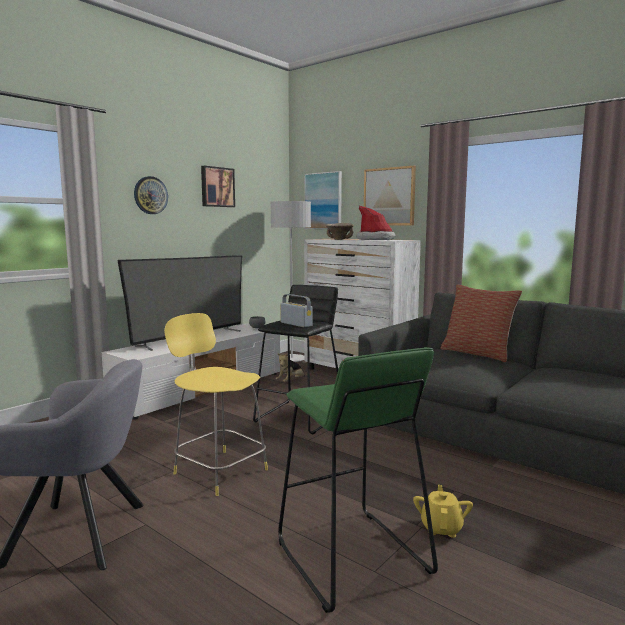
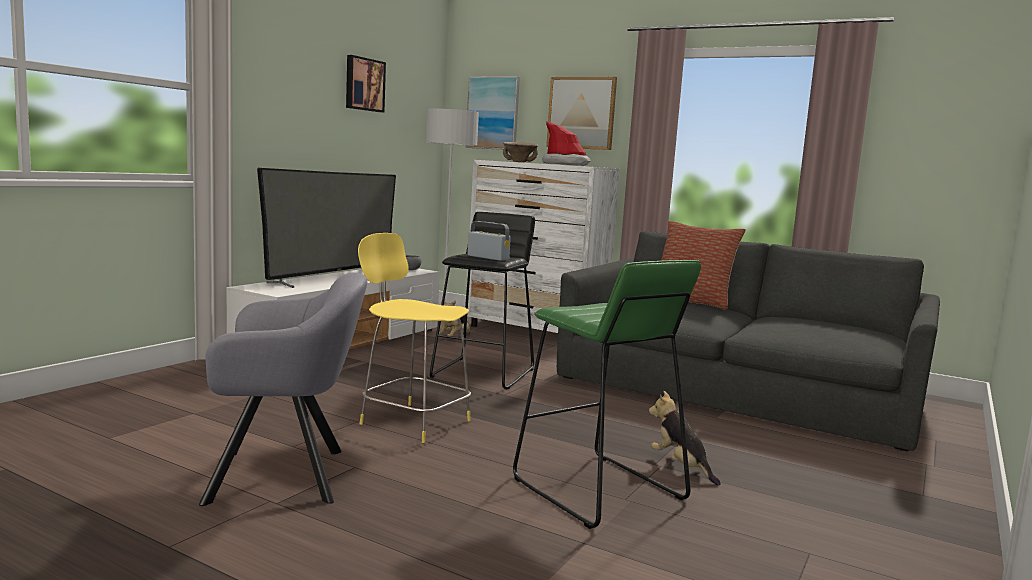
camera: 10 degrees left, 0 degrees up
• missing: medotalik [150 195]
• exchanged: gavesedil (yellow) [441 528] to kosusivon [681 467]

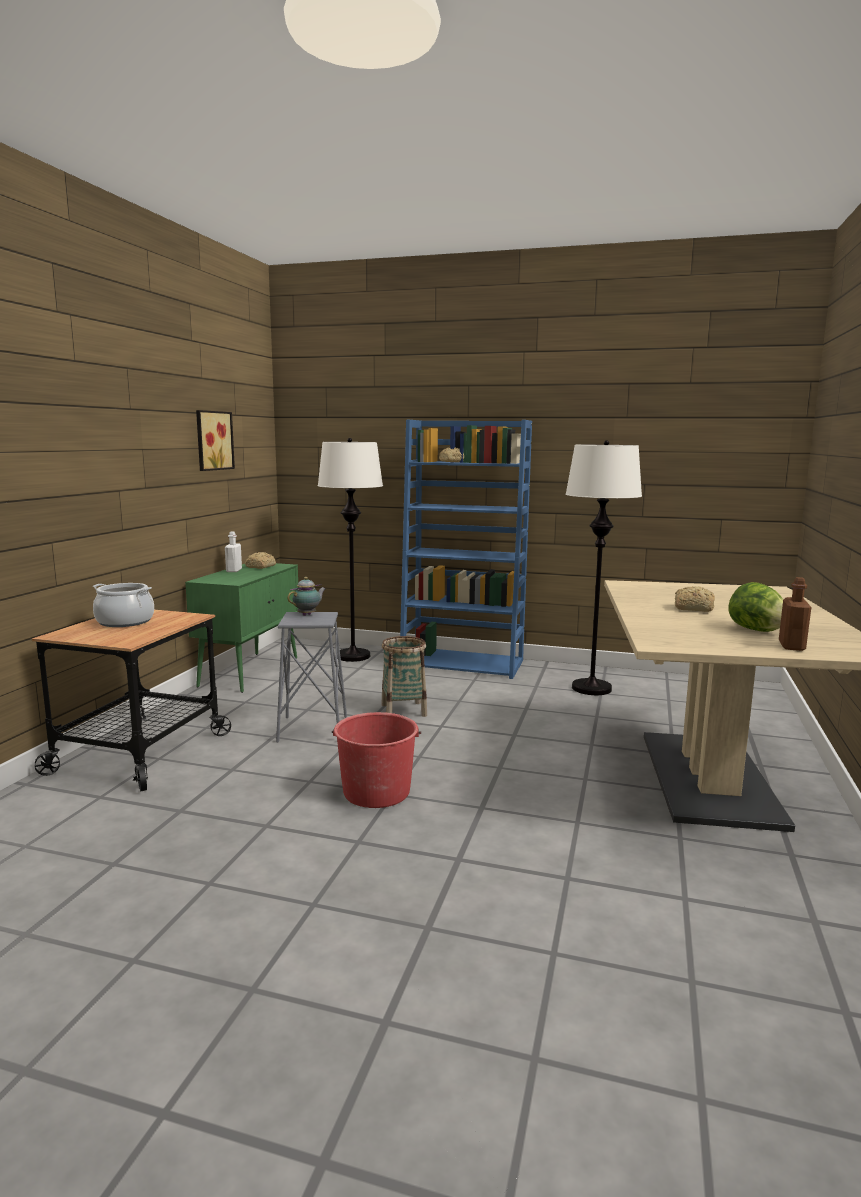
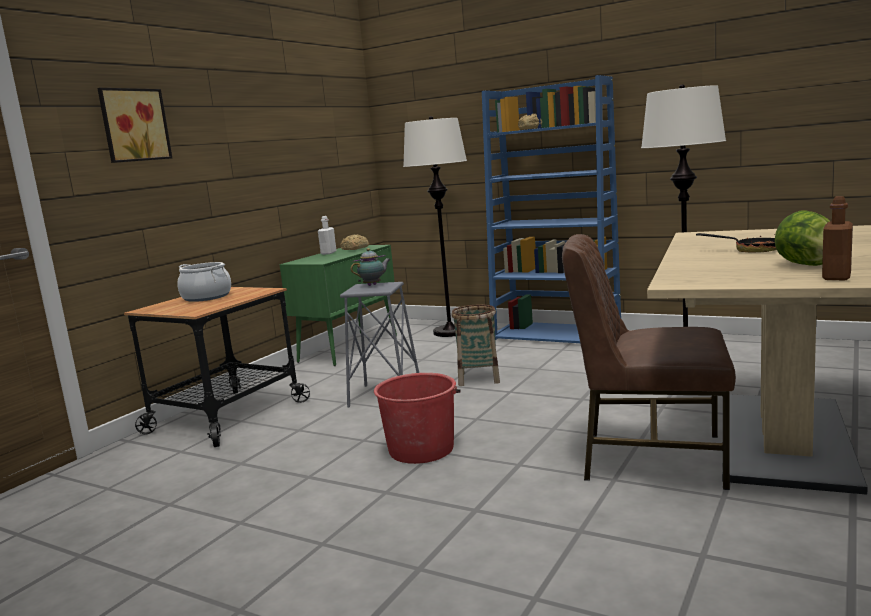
camera: 15 degrees right, 0 degrees up
• appeared: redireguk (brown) [650 458]
• relocated: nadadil [212 440] to [133 125]
• exchanged: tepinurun [692 608] to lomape [750 250]

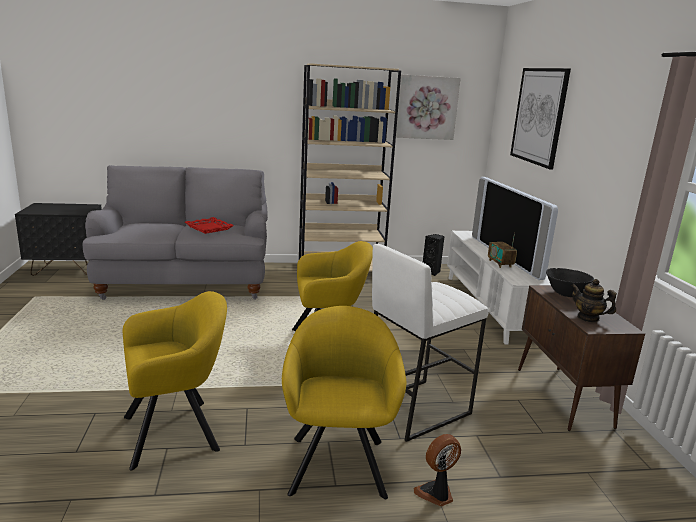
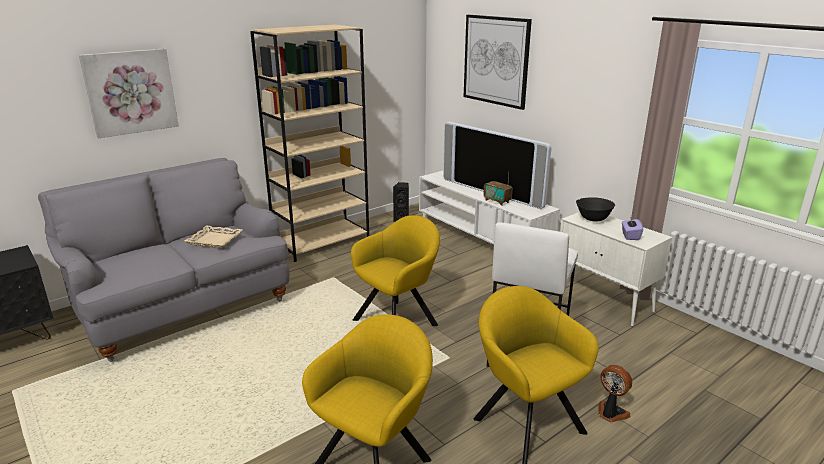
camera: 30 degrees left, 5 degrees up
• relocated: nadadil [426 107] to [130 92]
• exchanged: gavesedil [588 318] to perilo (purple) [630 236]
• colour: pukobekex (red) [209 228] to pukobekex (beige) [215 240]
• colour: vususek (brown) [563 398] to vususek (white) [604 301]
• spun: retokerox [436 494] = [610 413] 105 degrees clockwise

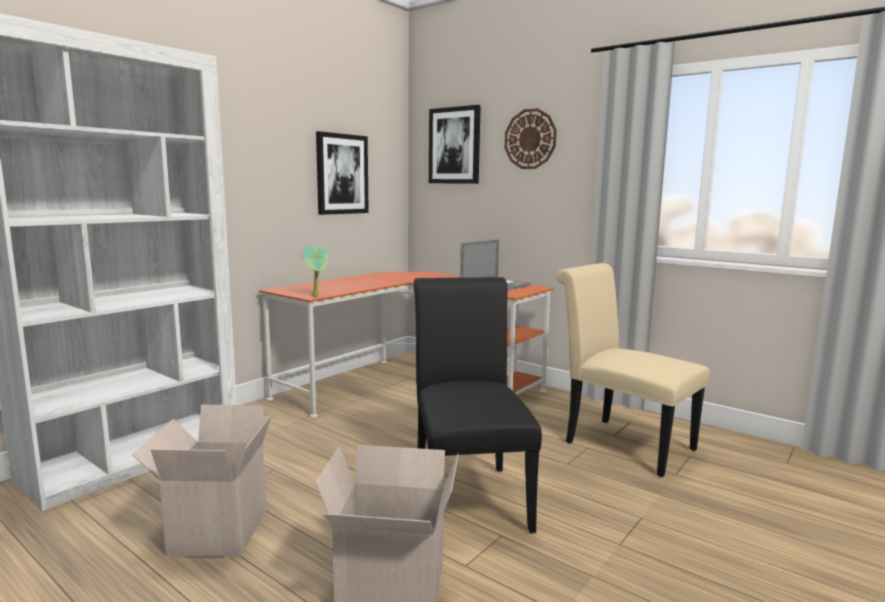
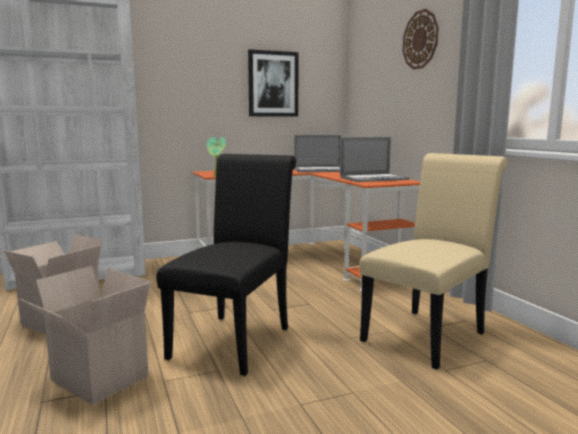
camera: 30 degrees right, 0 degrees up
• missing: nadadil [454 145]
• appeared: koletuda [320 170]
• spun: redireguk (beige) [621 443] = [428 334] 60 degrees clockwise

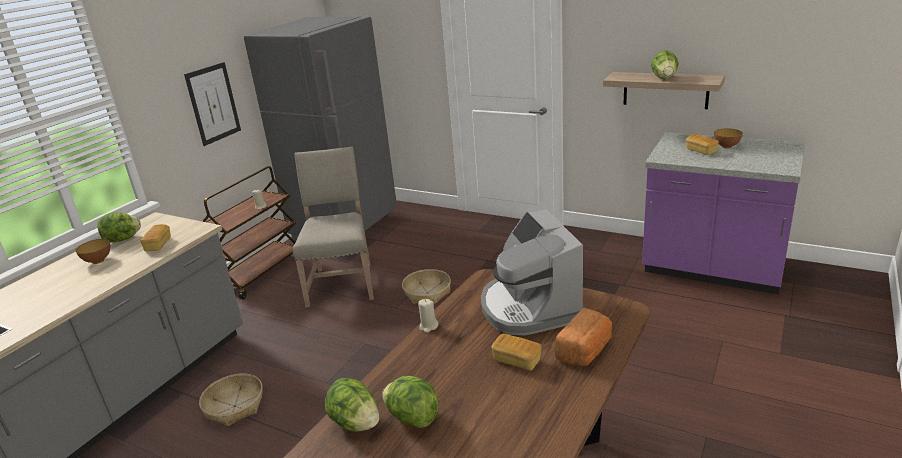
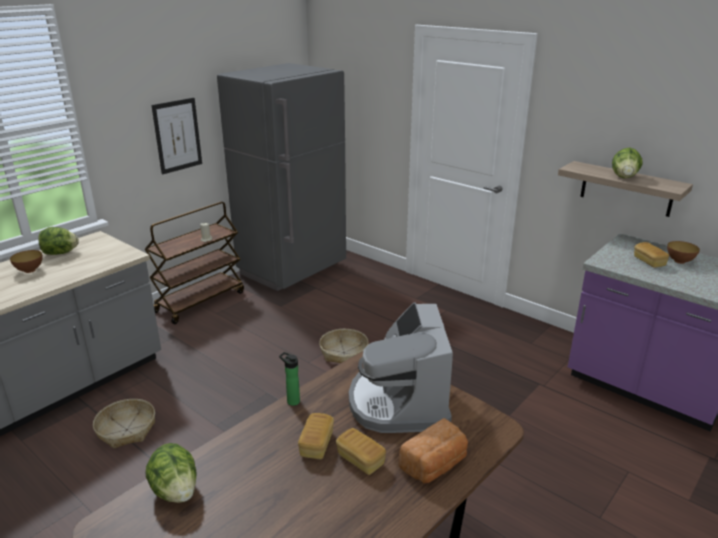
camera: 10 degrees right, 0 degrees up
• missing: redireguk (beige) [342 282]
• missing: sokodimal [412 418]
• relocated: tepinurun [158 245] to [316 444]
• exchanged: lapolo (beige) [428 326] to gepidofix [291 401]

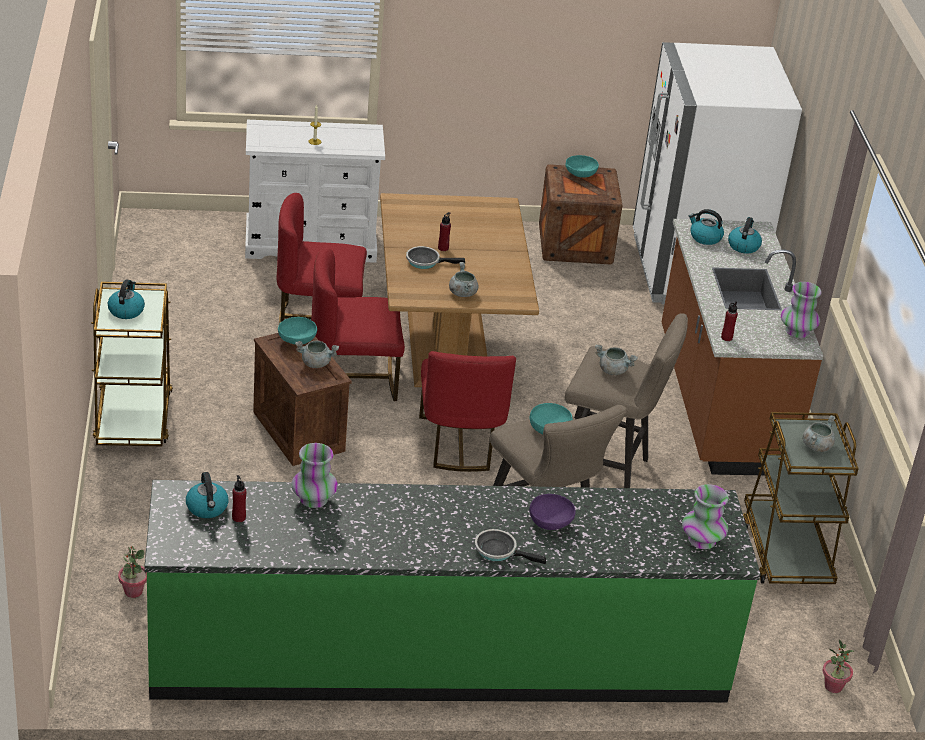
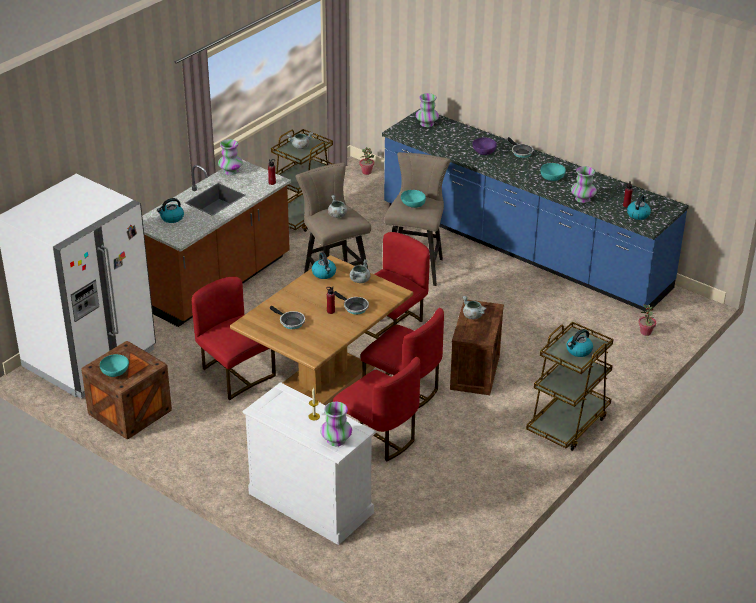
camera: 135 degrees left, 0 degrees up
• appeared: redireguk (red) [235 374]
• appeared: lomape [290 322]
• appeared: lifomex [336 440]
• relocated: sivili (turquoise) [297 341] to [552 178]
• relocated: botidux [705 237] to [324 274]
• colour: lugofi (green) [439 657] to lugofi (blue) [522 248]

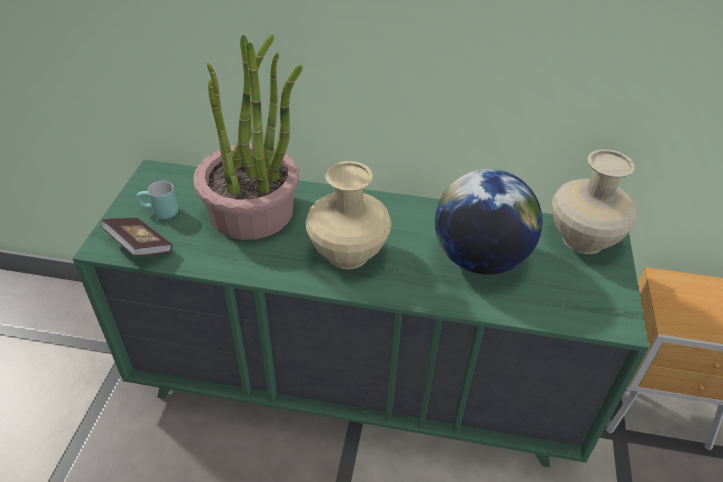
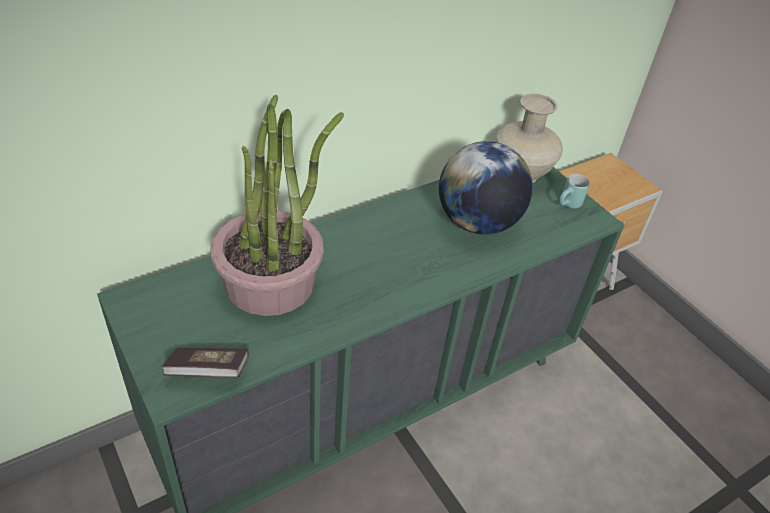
camera: 45 degrees left, 0 degrees up
• missing: lifomex (beige) [348 253]
• relocated: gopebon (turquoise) [160 213] to [569 205]

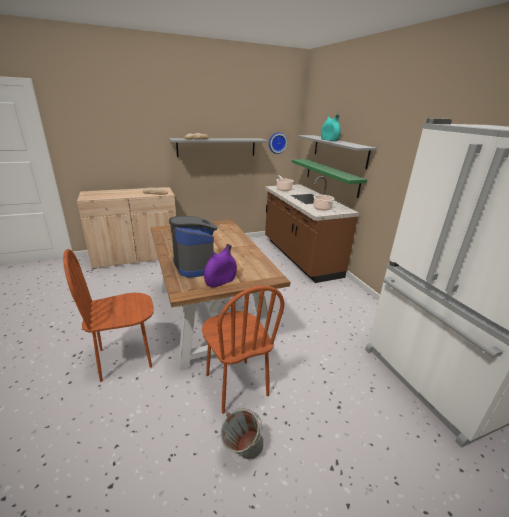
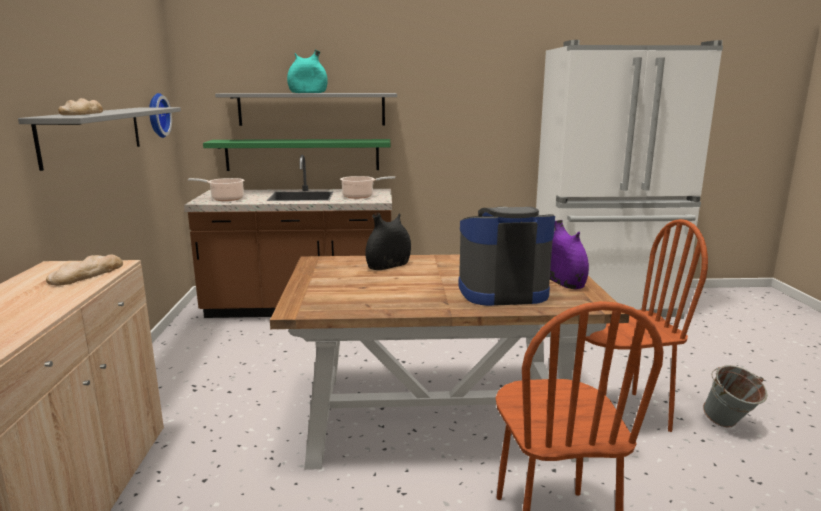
camera: 70 degrees left, 10 degrees down
• appeared: lifomex (black) [389 266]

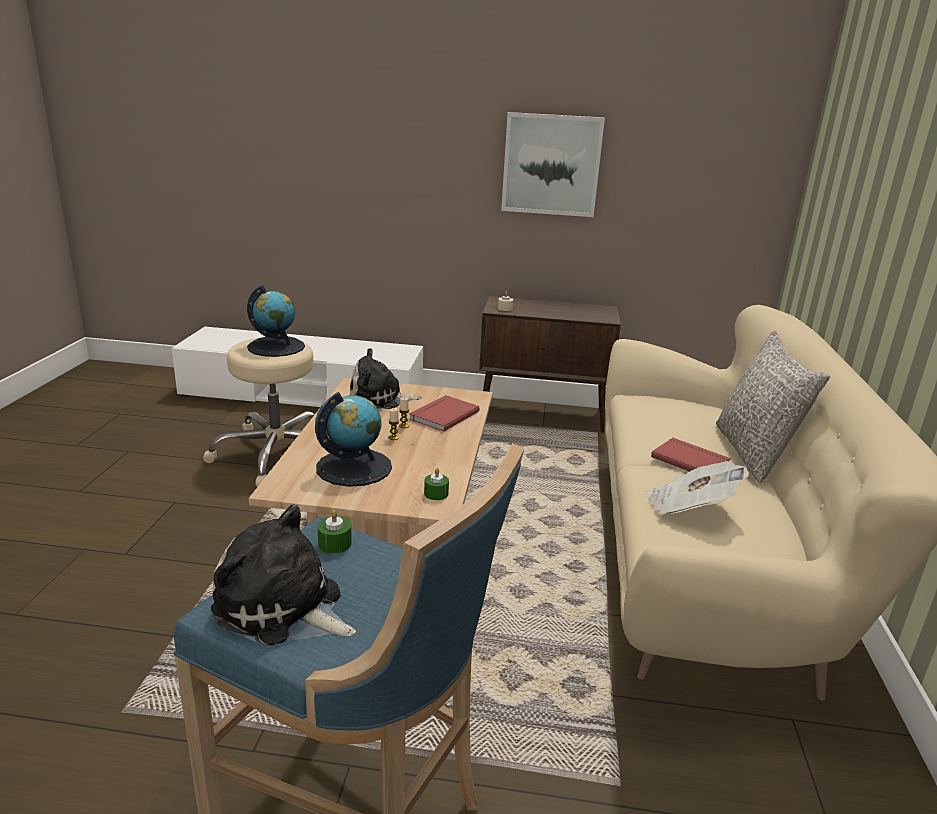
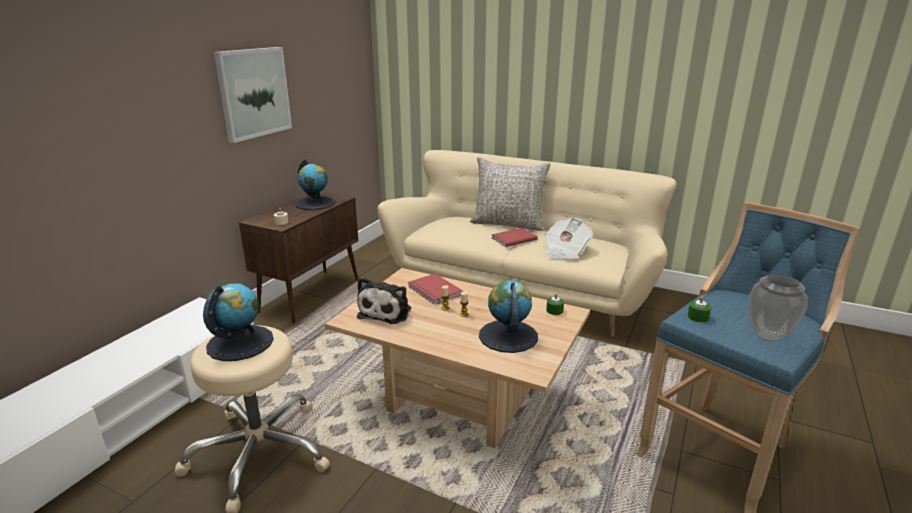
camera: 70 degrees left, 0 degrees up
• appeared: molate [315 203]
• exchanged: kosusivon [283 608] to lifomex [769 336]

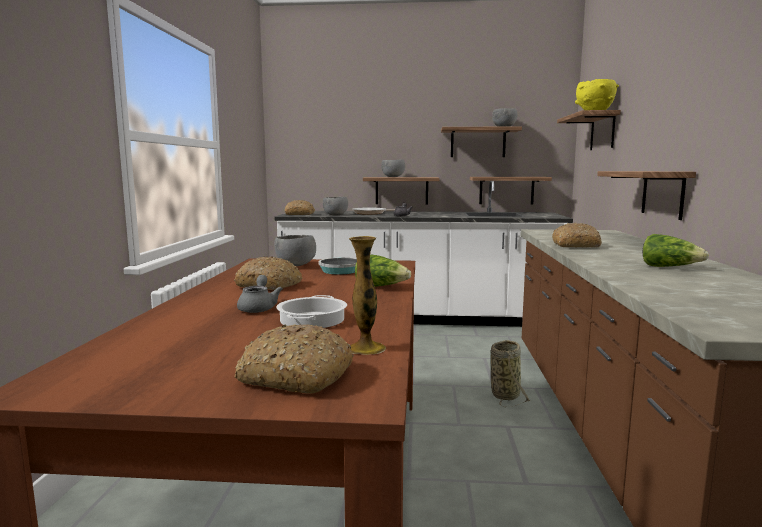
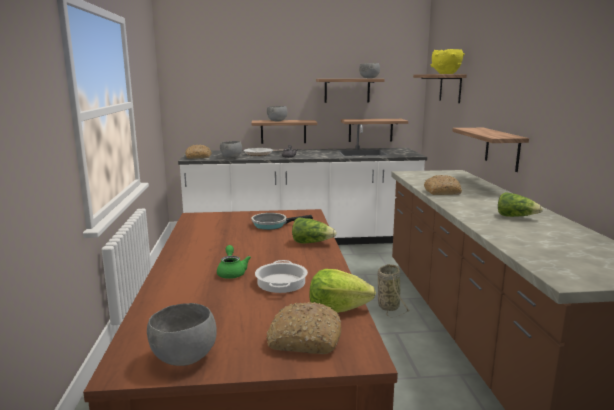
camera: 10 degrees left, 5 degrees up
• missing: tepinurun [270 285]
• relocated: sivili (grey) [295 265] to [183 359]
• exchanged: lifomex [366 348] to sokodimal [337 309]
• colour: gavesedil (grey) [258 308] to gavesedil (green) [232 272]

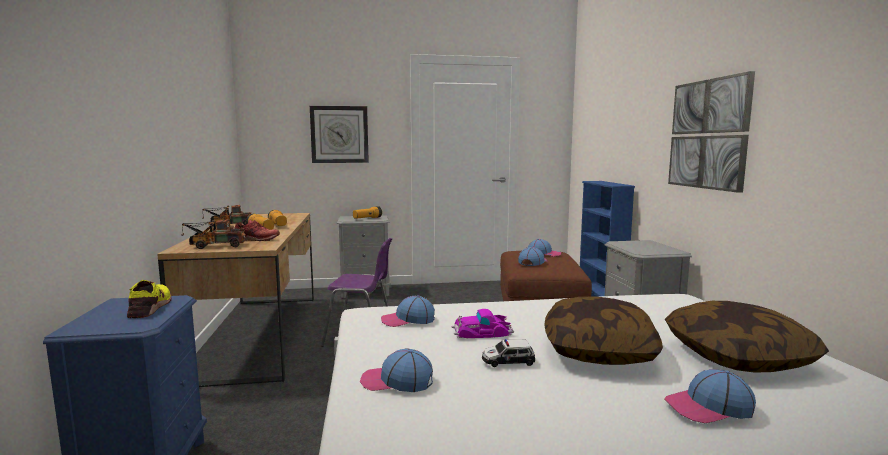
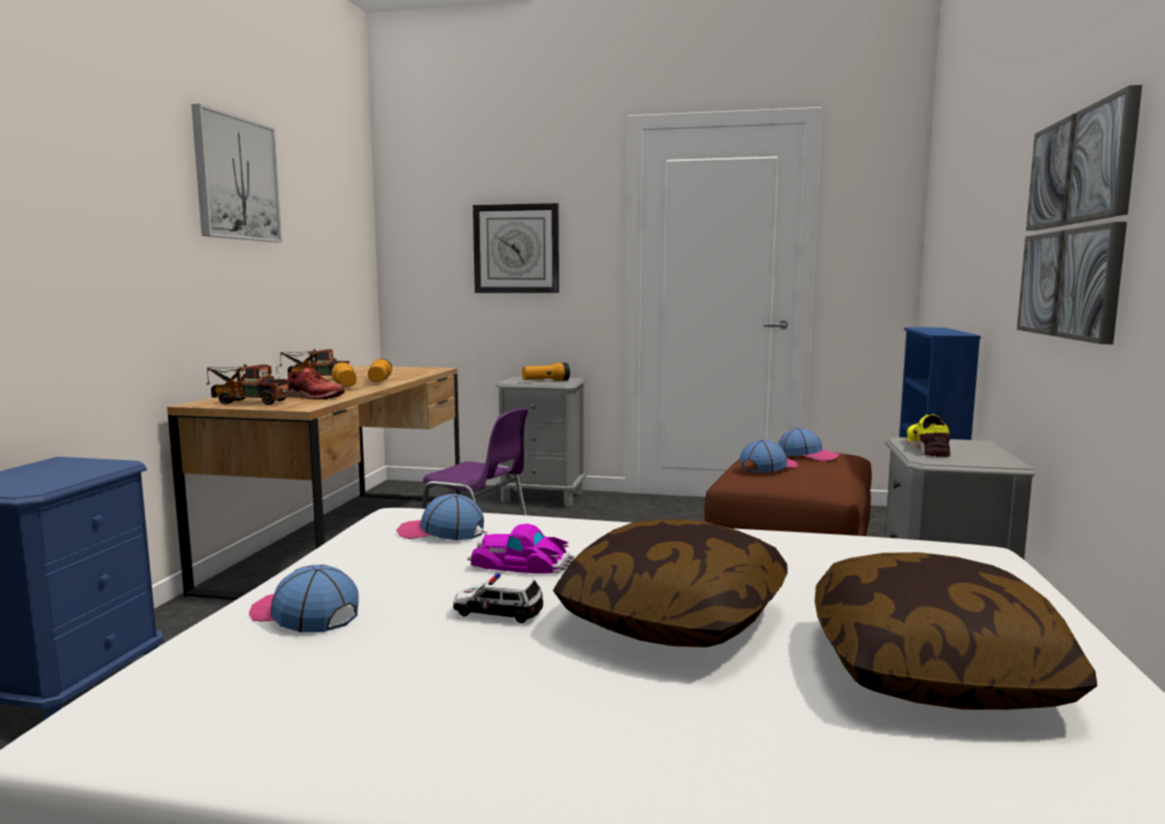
camera: 20 degrees right, 0 degrees up
• missing: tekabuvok [709 407]
• appeared: nadadil [236 179]
• relocated: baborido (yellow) [151 307] to [928 448]

